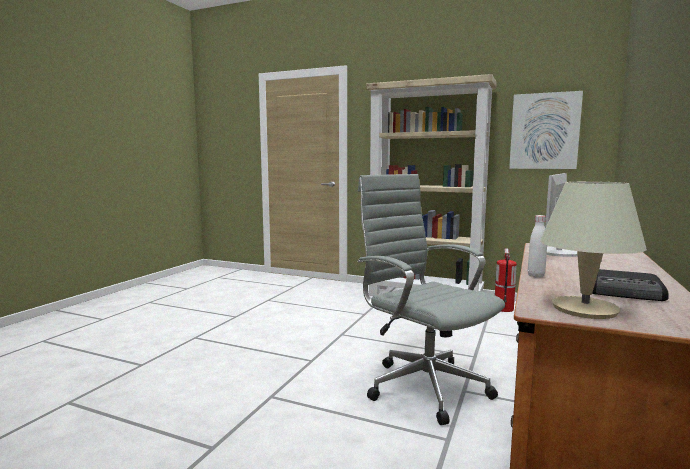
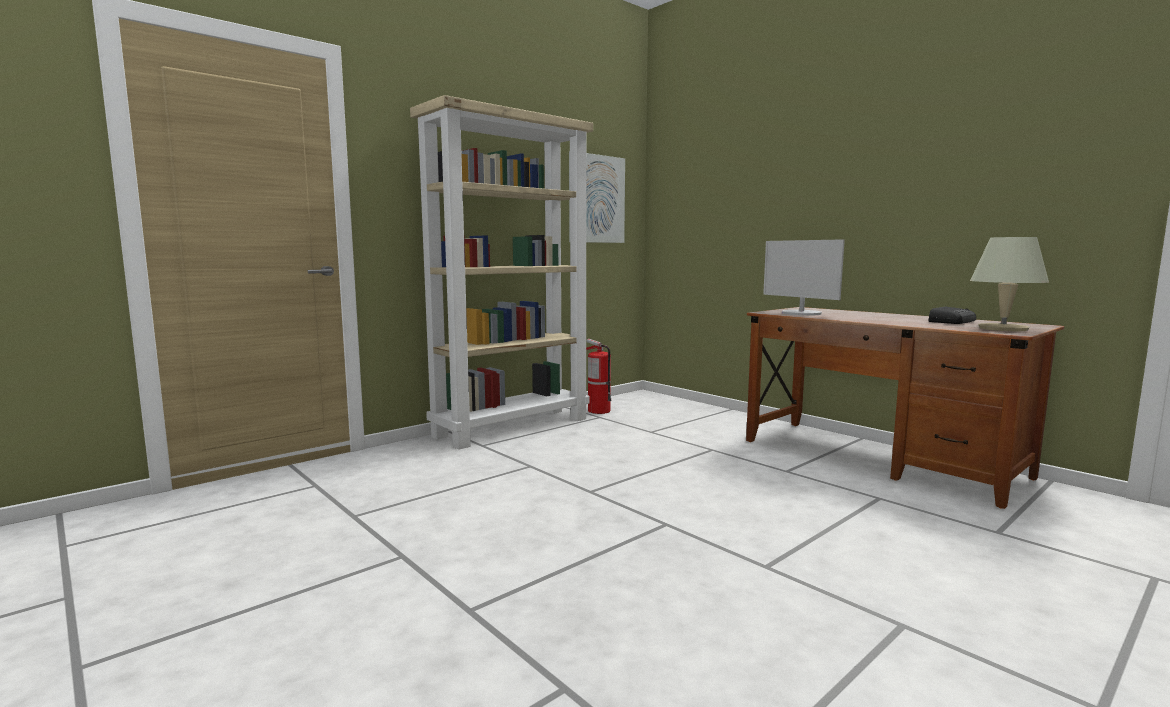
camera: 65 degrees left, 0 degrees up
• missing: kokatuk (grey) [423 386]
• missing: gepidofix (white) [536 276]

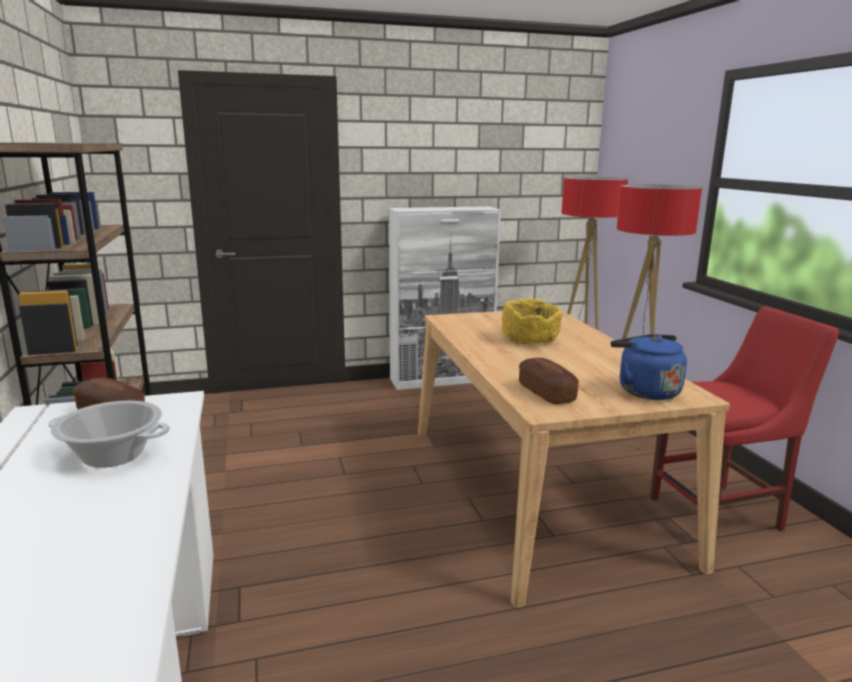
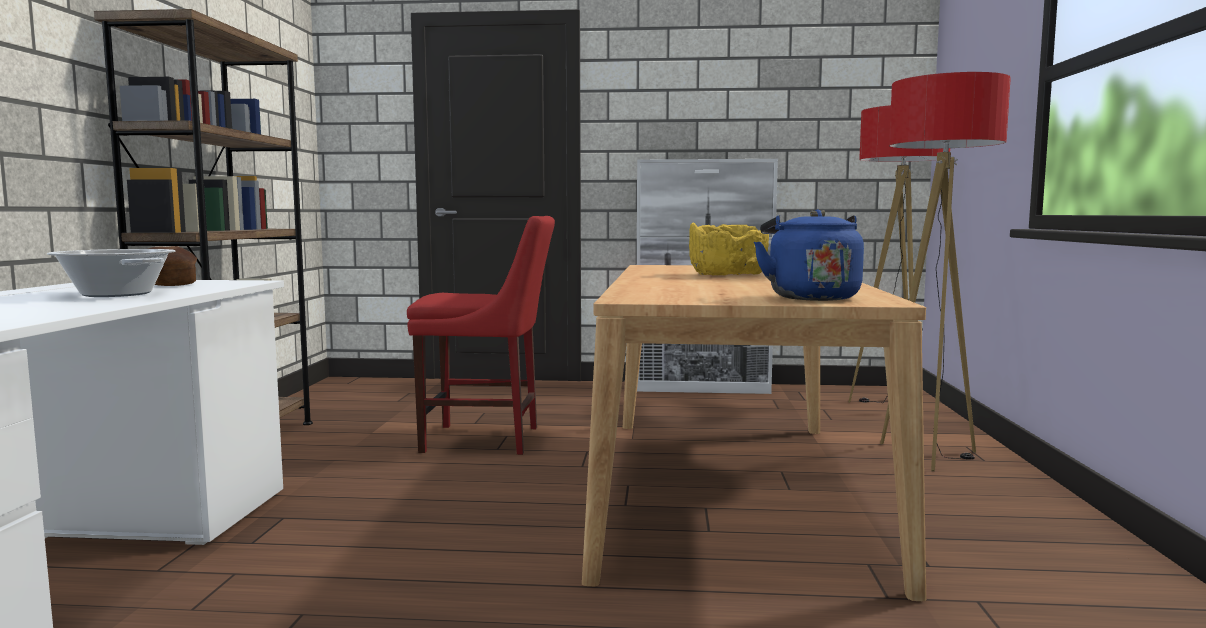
camera: 20 degrees right, 10 degrees down
• missing: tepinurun [546 393]
• relocated: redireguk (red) [720 513] to [488 440]

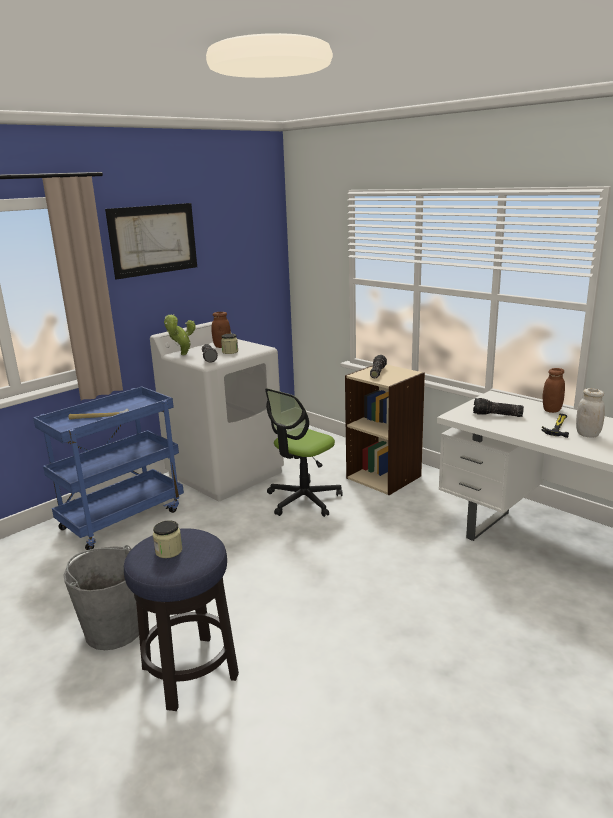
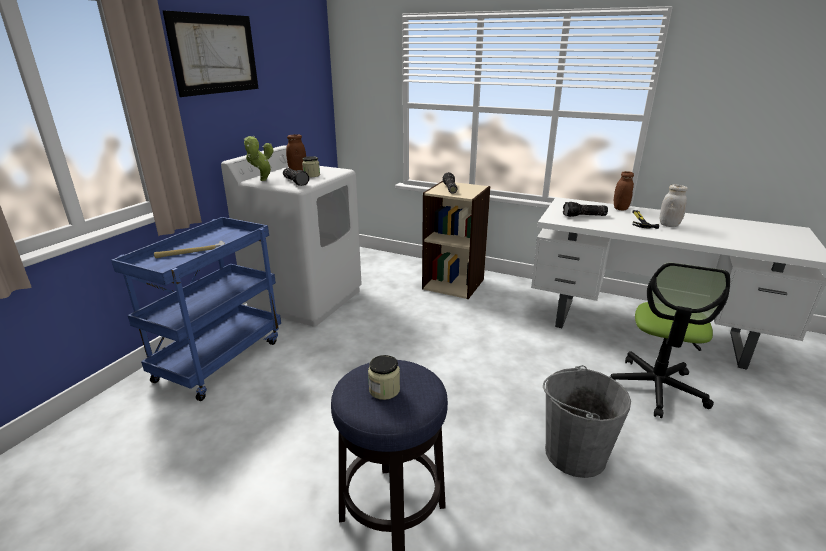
camera: 20 degrees left, 5 degrees up
• relocated: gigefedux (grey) [114 629] to [574 453]
• relocated: kokatuk [303 500] to [655 388]

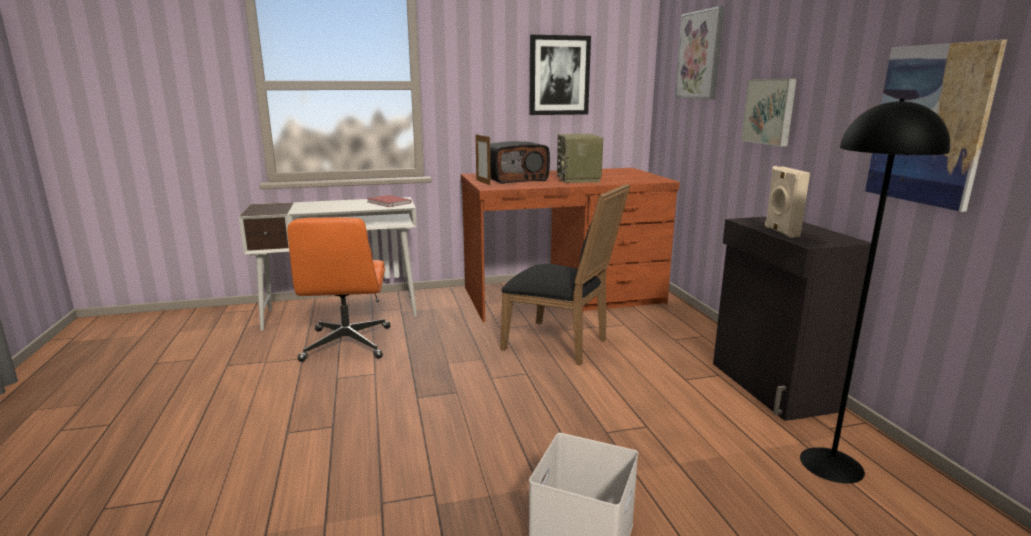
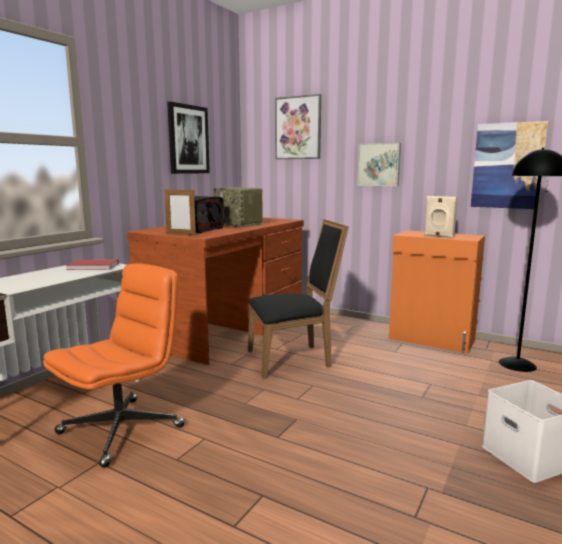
camera: 45 degrees left, 5 degrees down
• colour: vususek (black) [771 386] to vususek (orange) [432 339]
• spun: kokatuk (orange) [347 344] = [122 429] 90 degrees counterclockwise

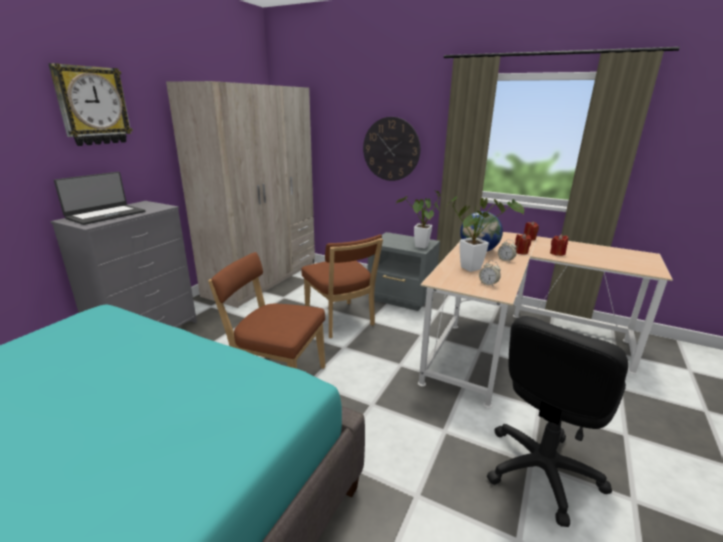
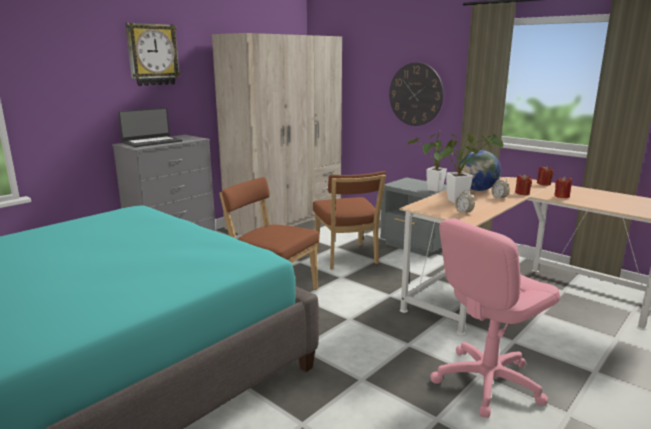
camera: 15 degrees right, 5 degrees down
• colour: kokatuk (black) [541 470] to kokatuk (pink) [486 382]

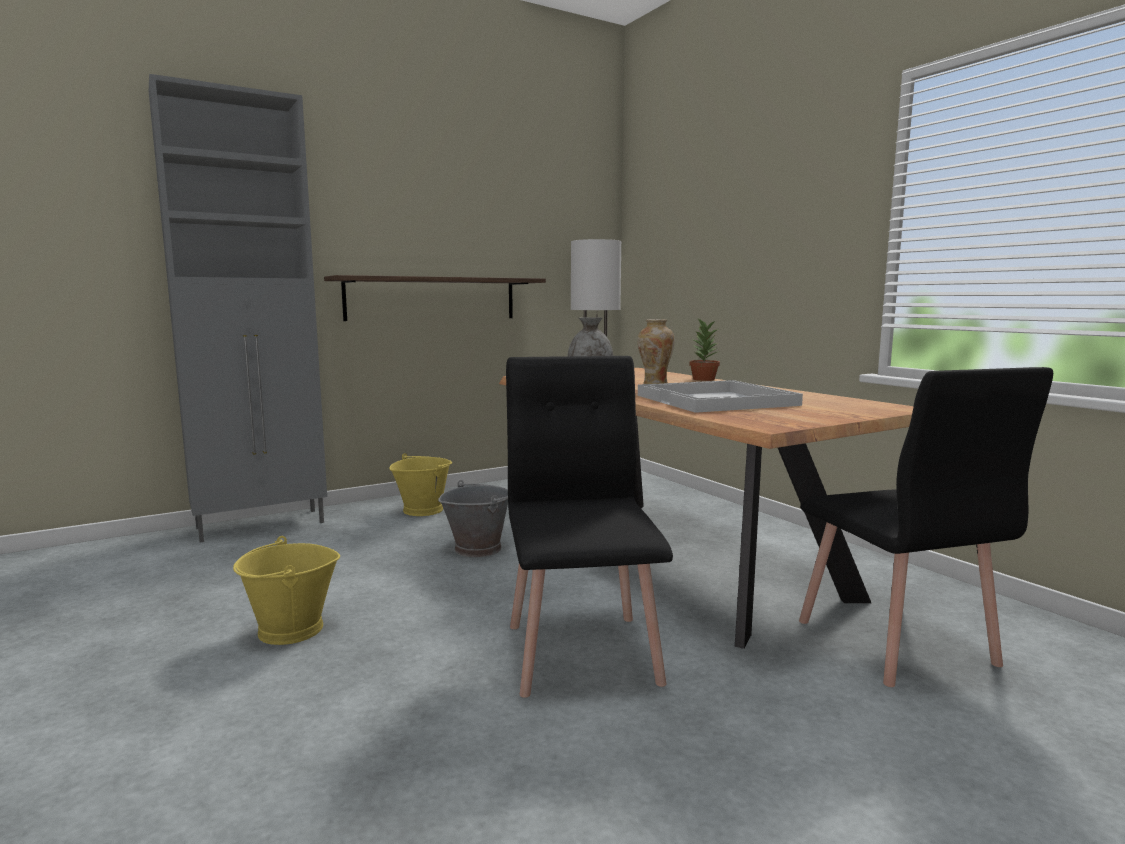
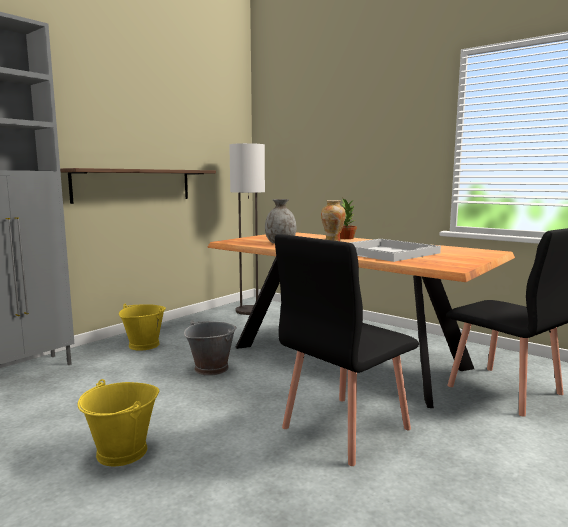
camera: 20 degrees left, 0 degrees up
• spun: redireguk (black) [583 652] = [344 428] 105 degrees counterclockwise

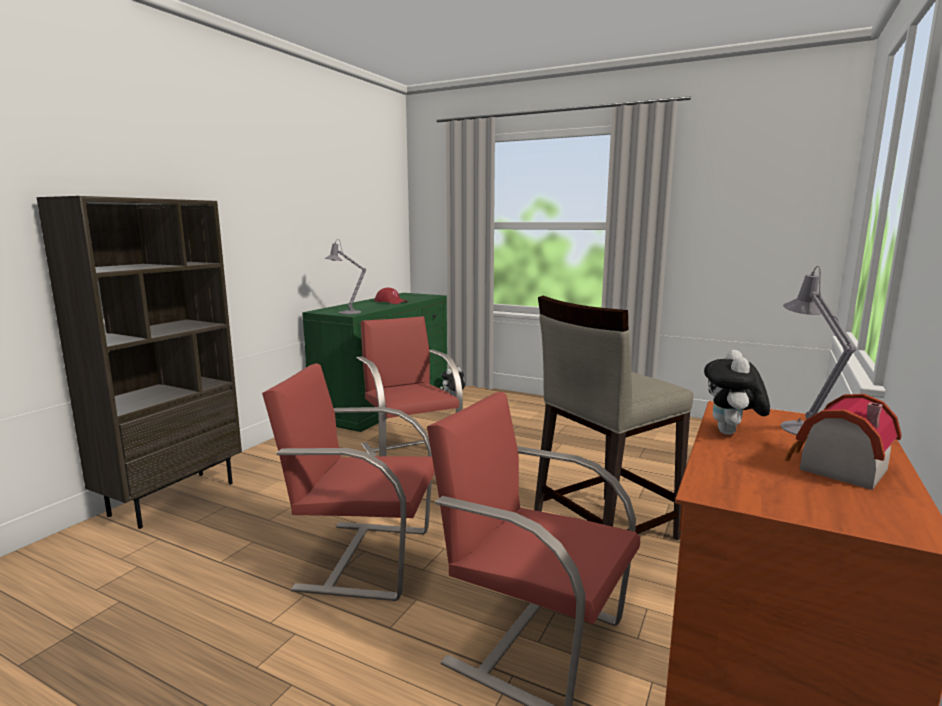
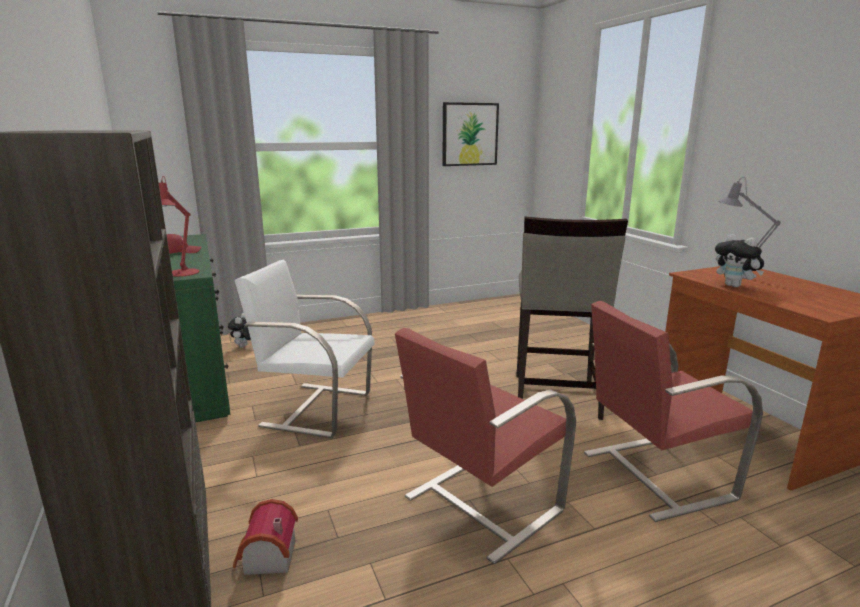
camera: 50 degrees left, 5 degrees up
• appeared: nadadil [469 134]
• relocated: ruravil [836 468] to [266 558]
• colour: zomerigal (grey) [346 312] to zomerigal (red) [181 274]
• colour: redireguk (red) [409 449] to redireguk (white) [315 408]

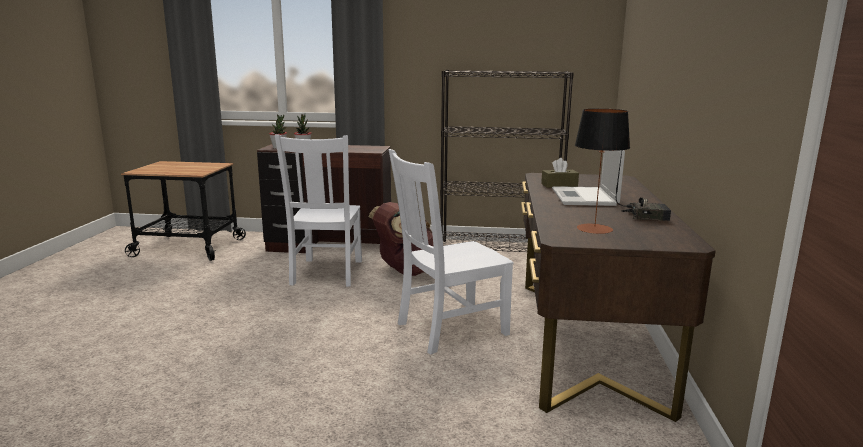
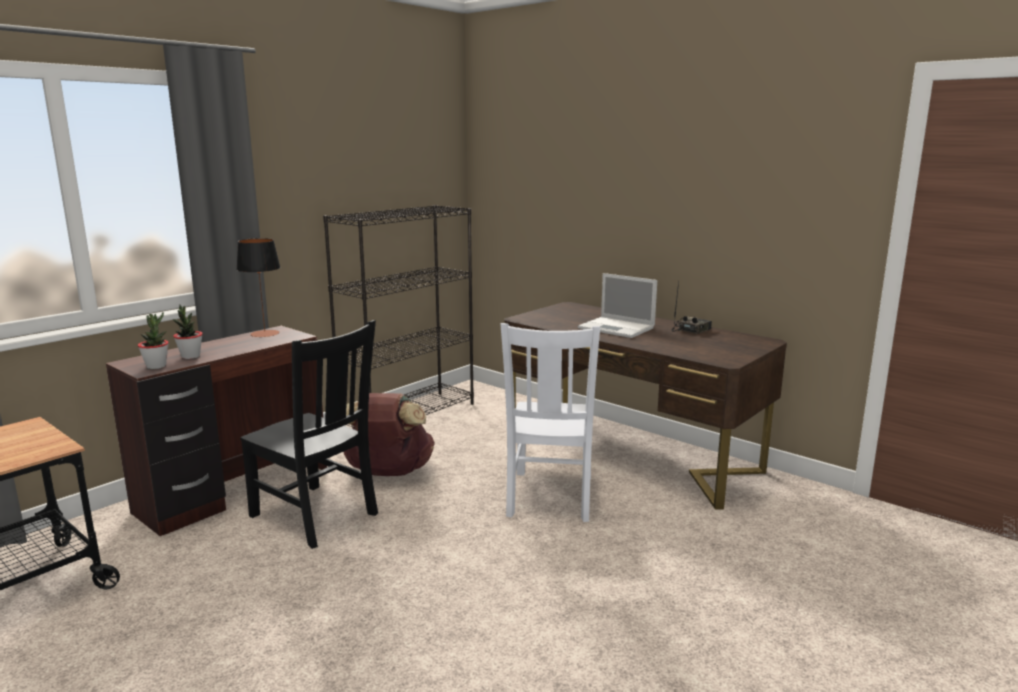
camera: 55 degrees left, 0 degrees up
• missing: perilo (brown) [559 185]
• relocated: zomerigal [594 229] to [265 333]
• colour: redireguk (white) [326 273] to redireguk (black) [316 516]

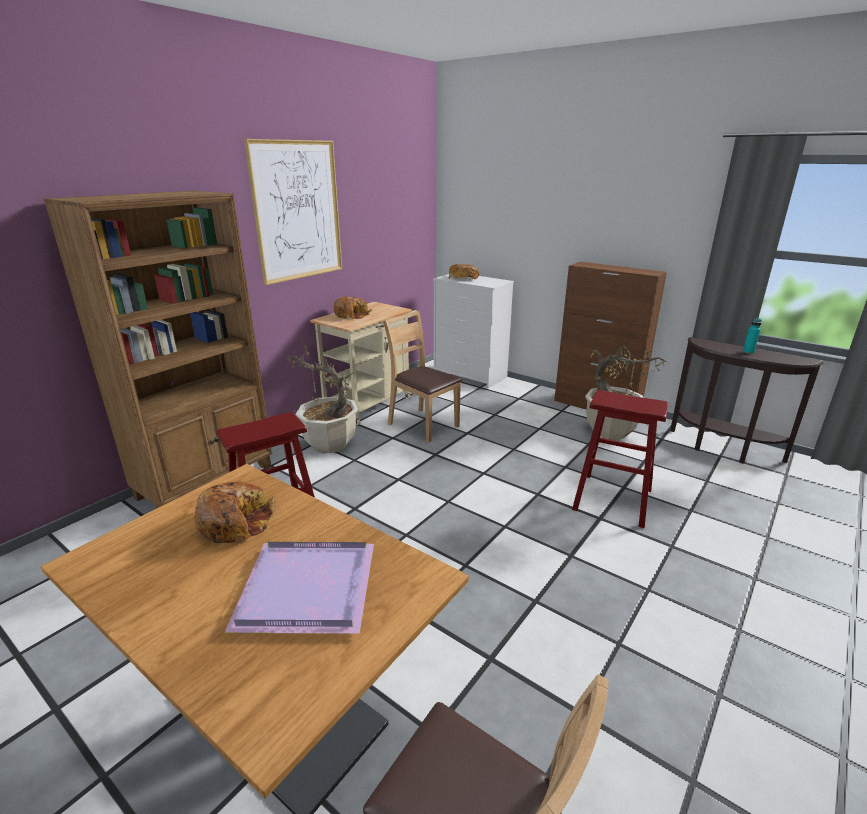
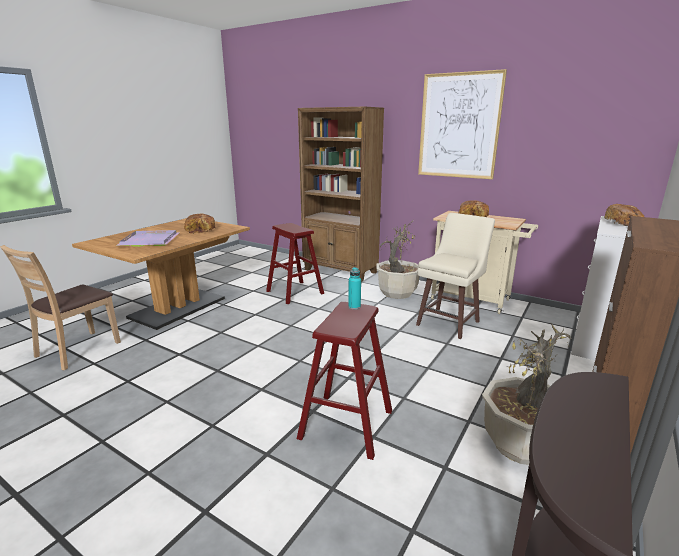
camera: 85 degrees right, 5 degrees down
• relocated: gepidofix (turquoise) [748 352] to [354 307]
• exchanged: redireguk (brown) [423 425] to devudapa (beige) [449 323]

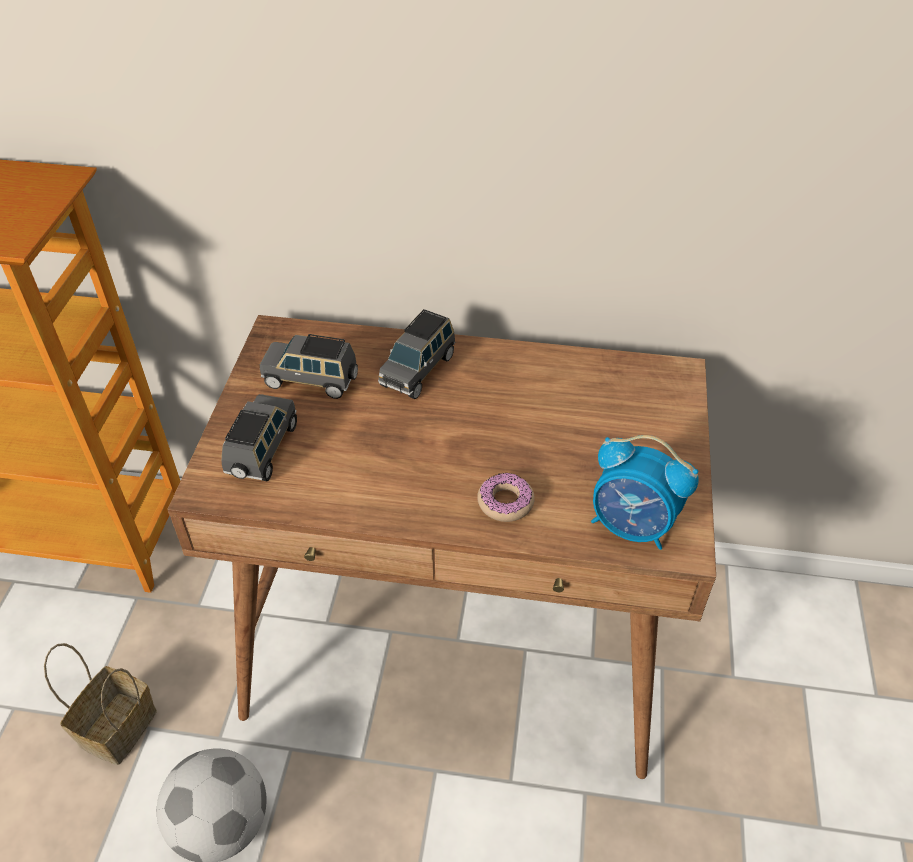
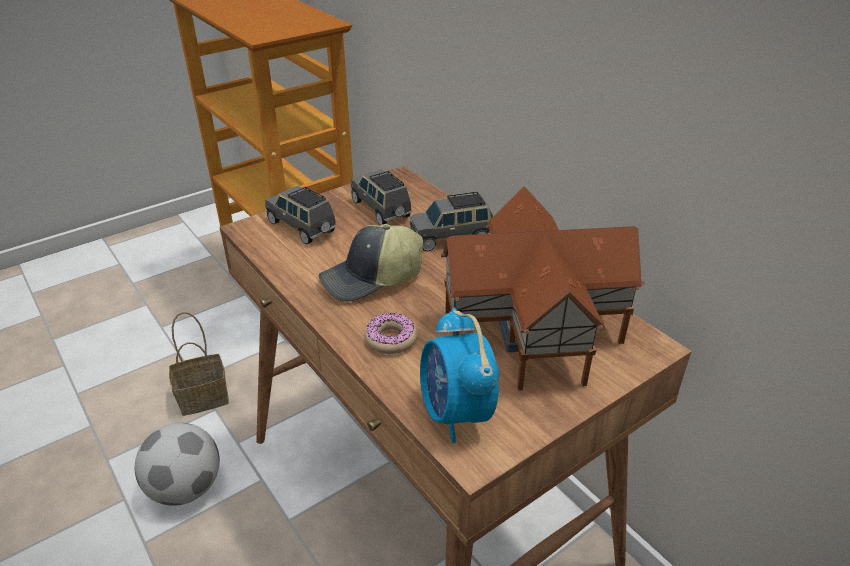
camera: 45 degrees right, 10 degrees down
• appeared: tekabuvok [372 279]
• appeared: ruravil [534 326]
• spun: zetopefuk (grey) [262 451] = [302 227] 105 degrees counterclockwise

